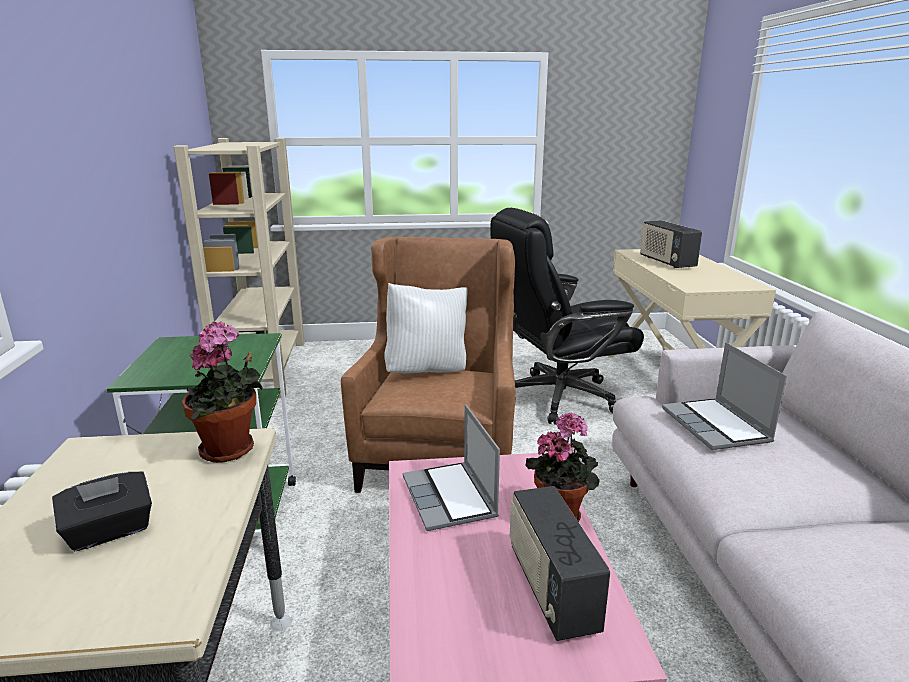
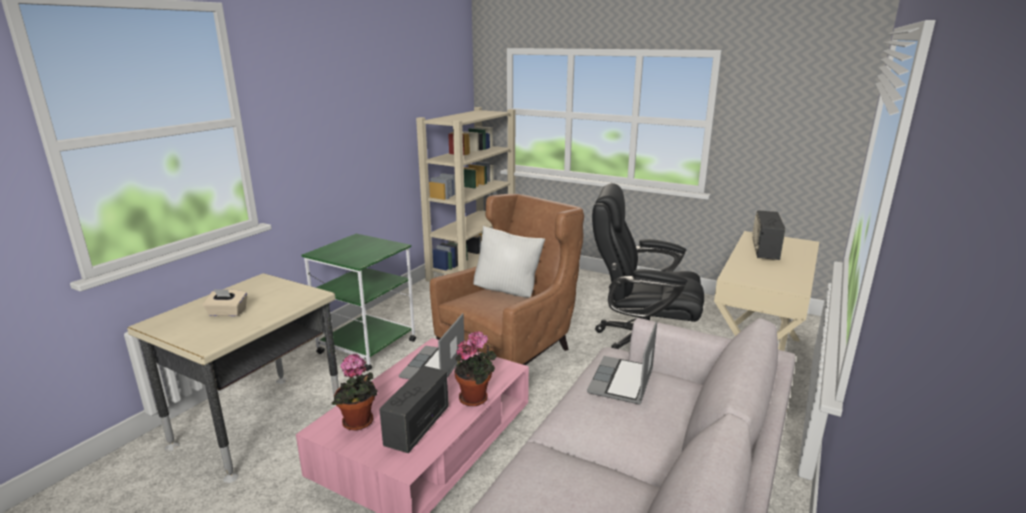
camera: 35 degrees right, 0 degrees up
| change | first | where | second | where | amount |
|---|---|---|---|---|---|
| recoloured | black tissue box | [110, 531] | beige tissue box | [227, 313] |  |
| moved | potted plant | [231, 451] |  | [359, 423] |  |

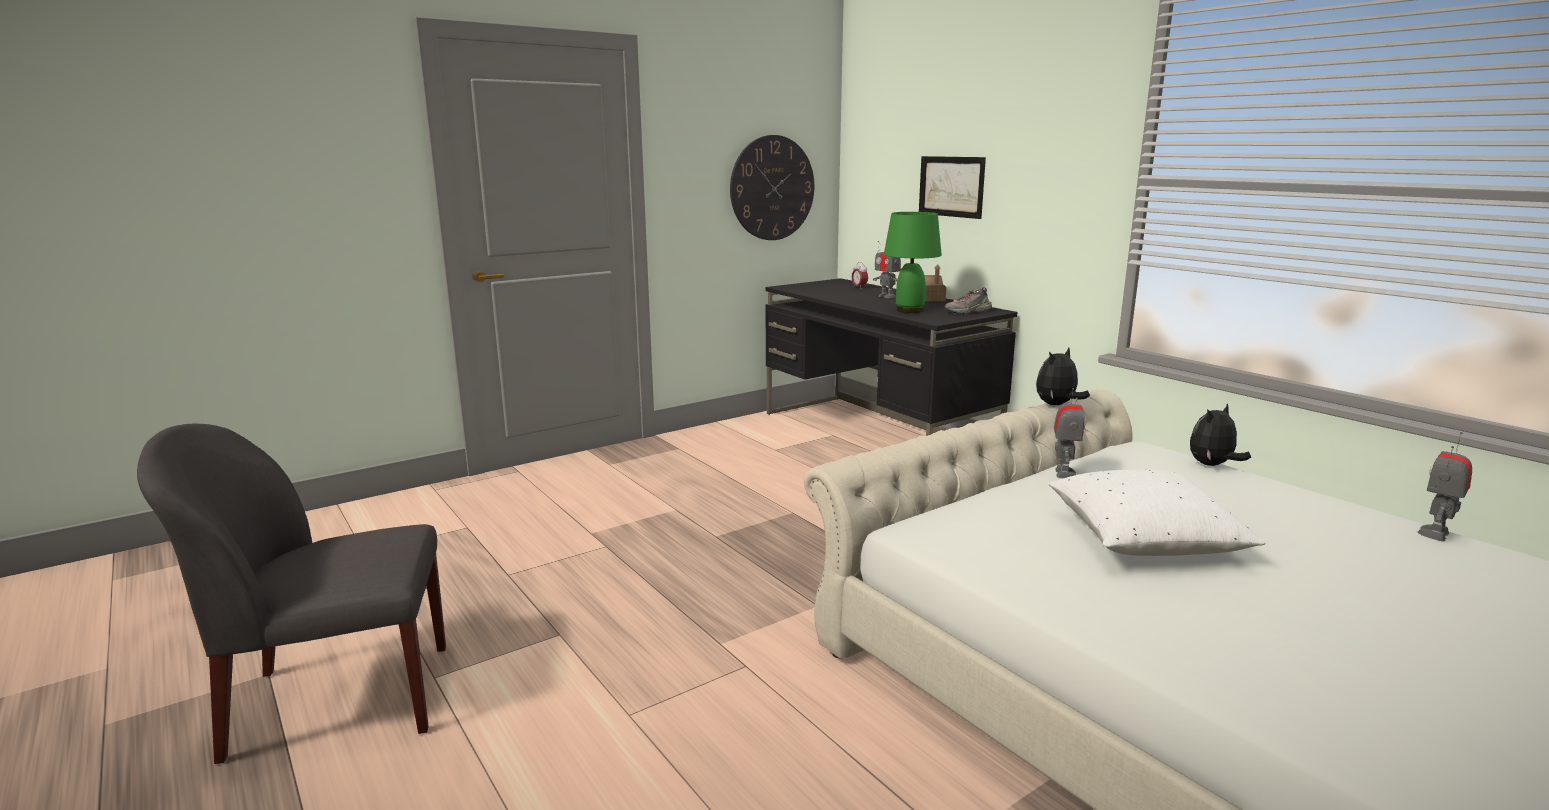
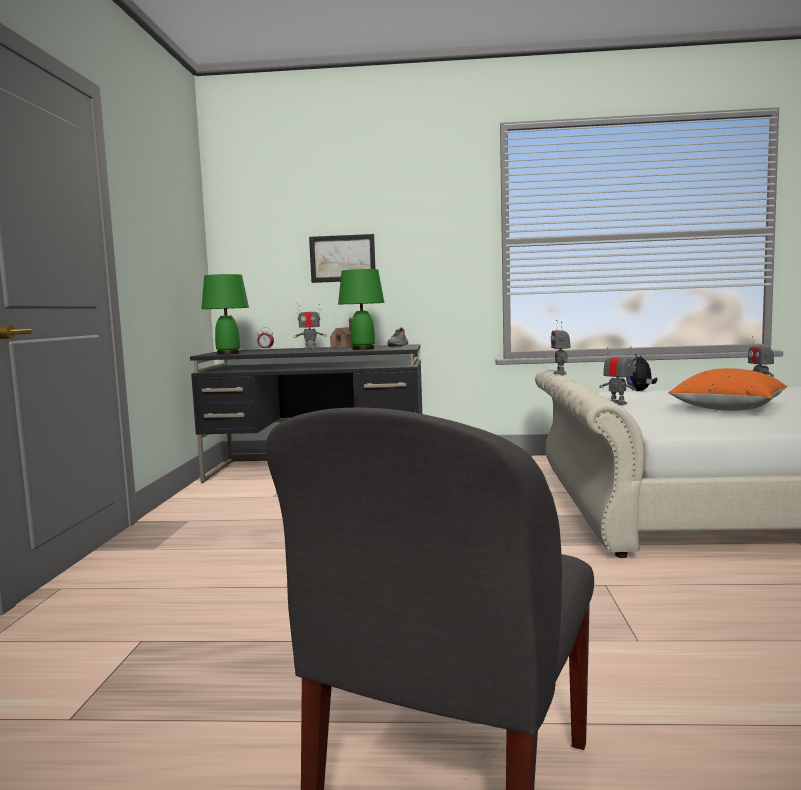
camera: 50 degrees left, 10 degrees down
| change | first | where | second | where | amount |
|---|---|---|---|---|---|
| removed | wall clock | [772, 188] |  |  |  |
| replaced | plush toy | [1057, 405] | toy robot | [560, 373] |  |
| recoloured | white pillow | [1143, 541] | orange pillow | [728, 409] |  |
| added |  |  | green table lamp | [228, 353] |  |

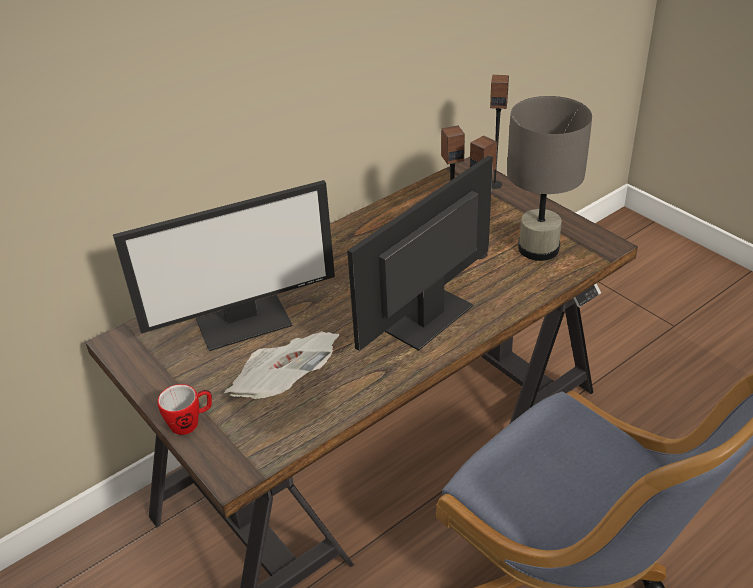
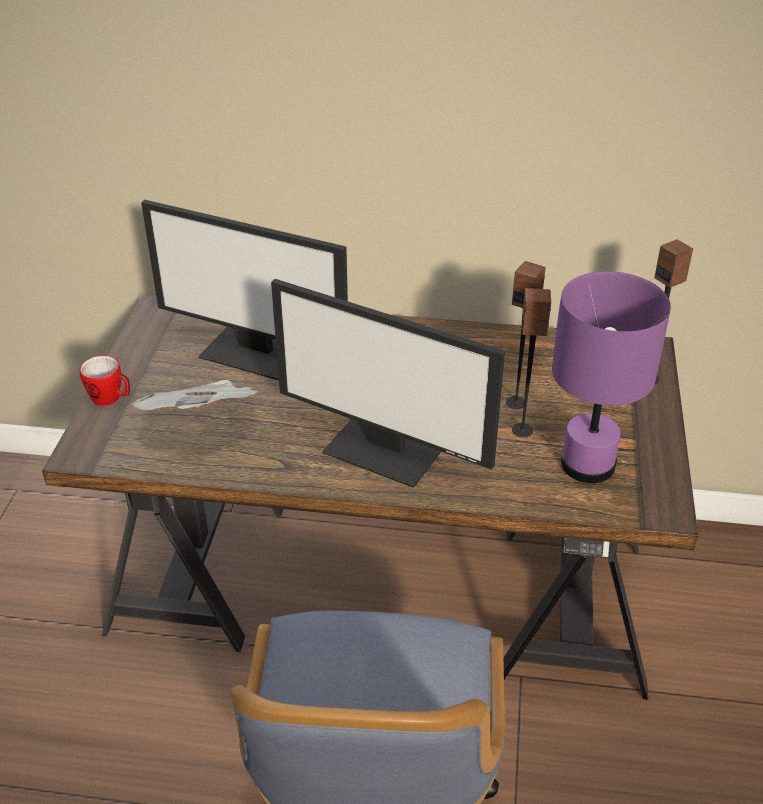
camera: 45 degrees right, 0 degrees up
| change | first | where | second | where | amount |
|---|---|---|---|---|---|
| turned | monitor | [426, 318] |  | [385, 450] | 150 degrees counterclockwise |
| recoloured | grey table lamp | [539, 249] | purple table lamp | [587, 465] |  |

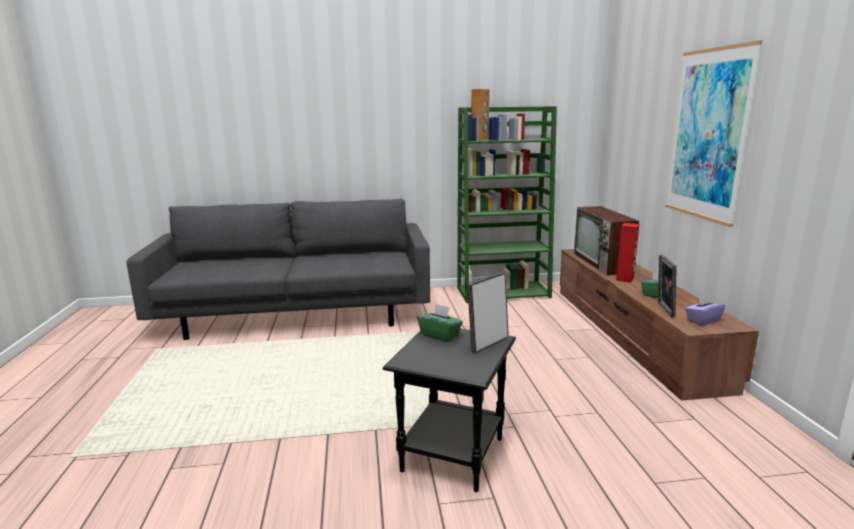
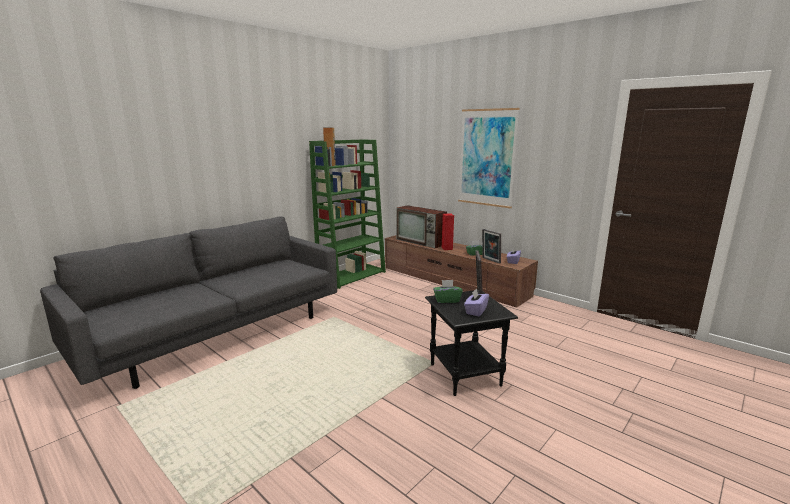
camera: 40 degrees left, 0 degrees up
| change | first | where | second | where | amount |
|---|---|---|---|---|---|
| added |  |  | purple tissue box | [475, 311] |  |

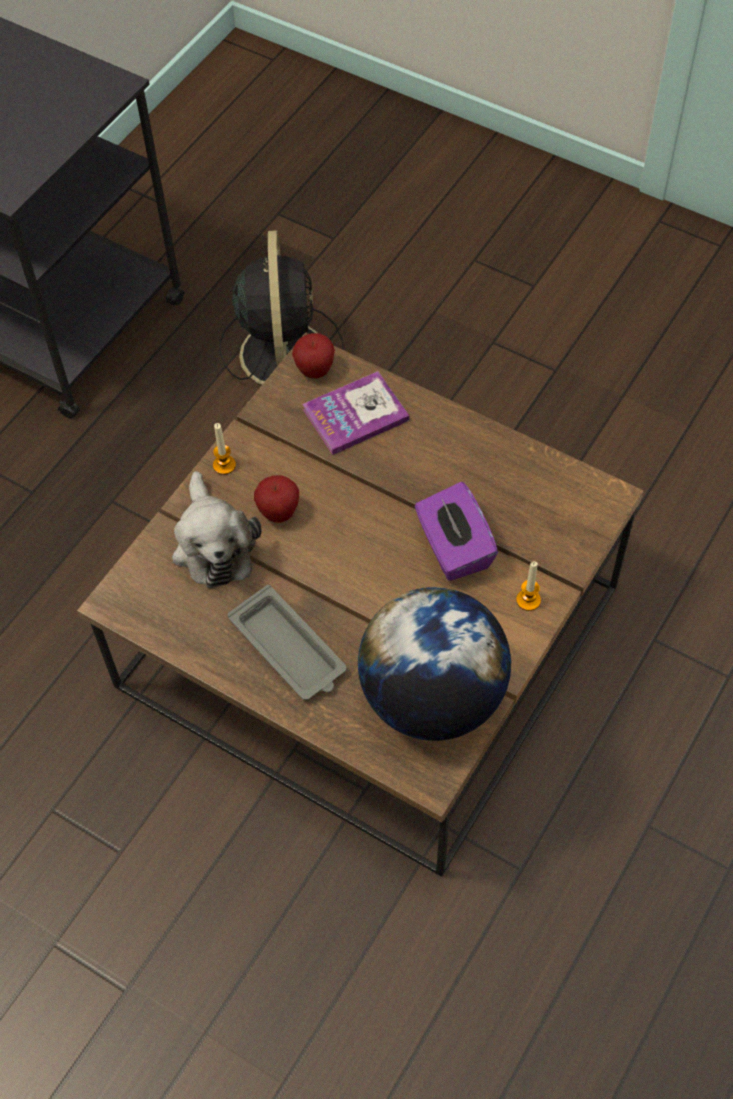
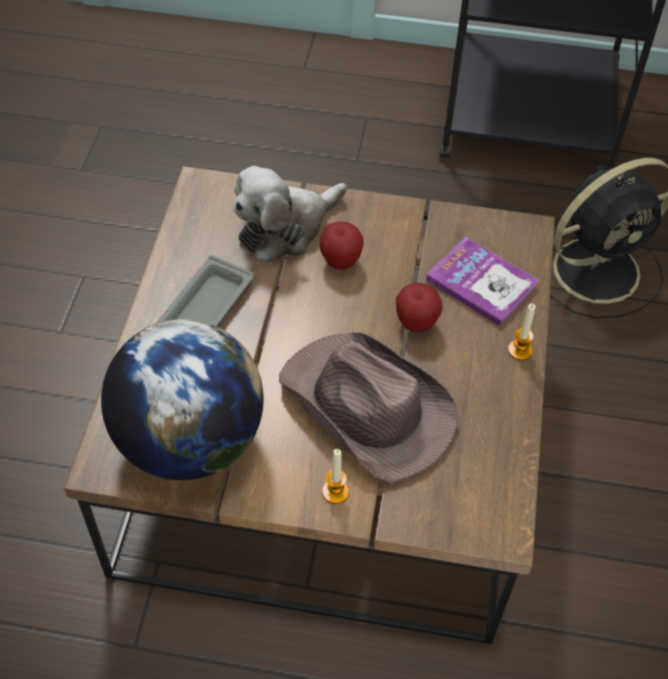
camera: 65 degrees right, 5 degrees down
| change | first | where | second | where | amount |
|---|---|---|---|---|---|
| moved | candle | [224, 465] |  | [520, 350] |  |
| moved | apple | [315, 371] |  | [416, 324] |  |
| replaced | purple tissue box | [453, 548] | brown hat | [367, 408] |  |

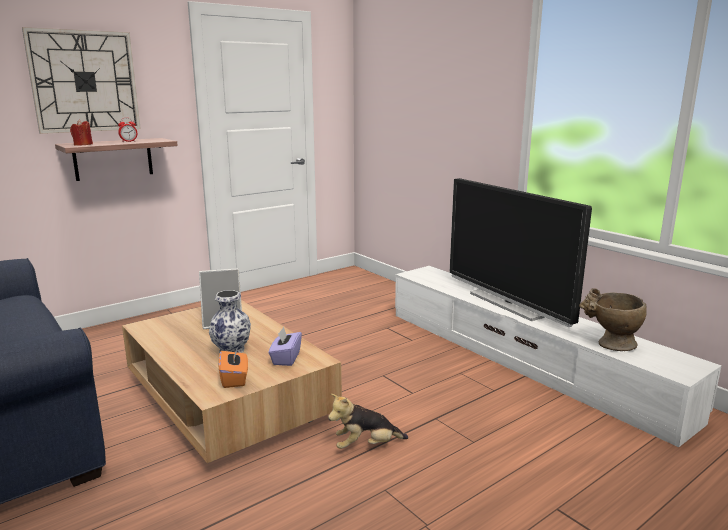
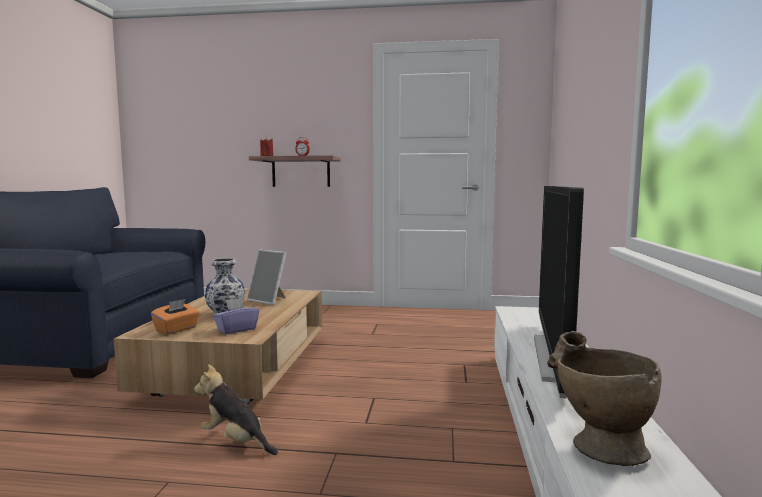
camera: 45 degrees right, 10 degrees down
| change | first | where | second | where | amount |
|---|---|---|---|---|---|
| removed | wall clock | [84, 81] |  |  |  |

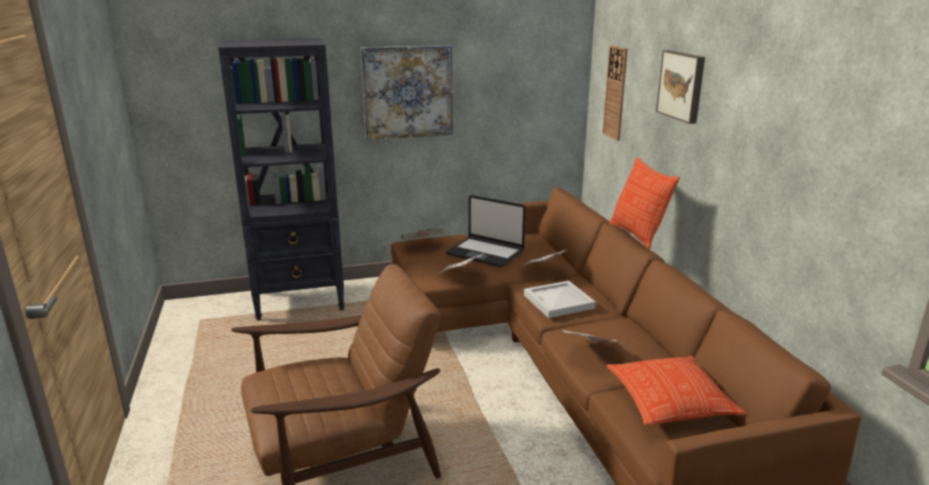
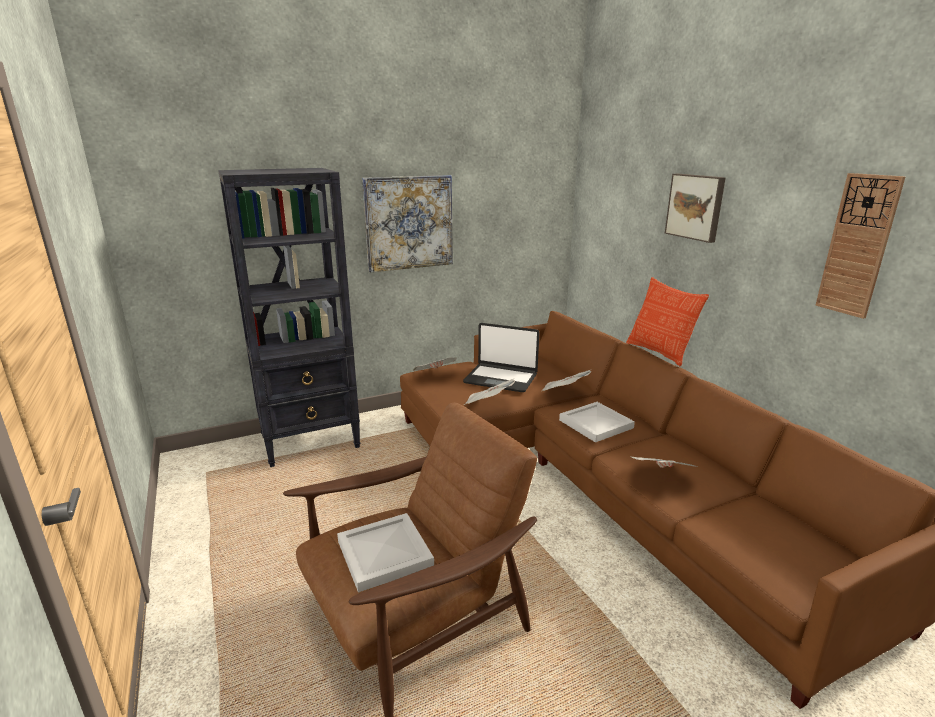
camera: 10 degrees left, 0 degrees up
| change | first | where | second | where | amount |
|---|---|---|---|---|---|
| moved | wall clock | [615, 93] |  | [858, 246] |  |
| removed | orange pillow | [669, 404] |  |  |  |
| added |  |  | white tray | [384, 555] |  |

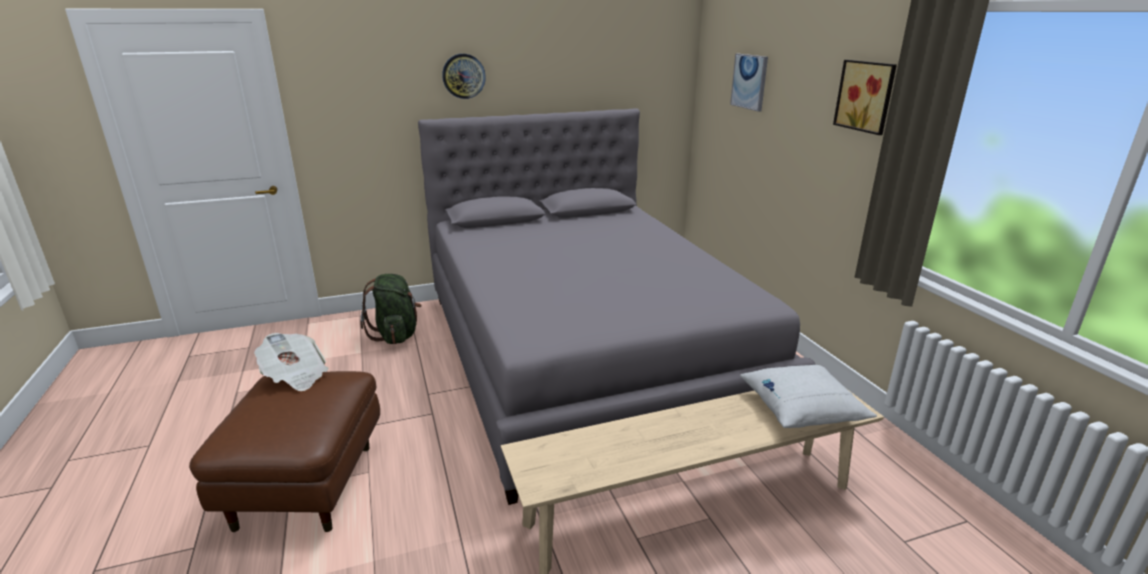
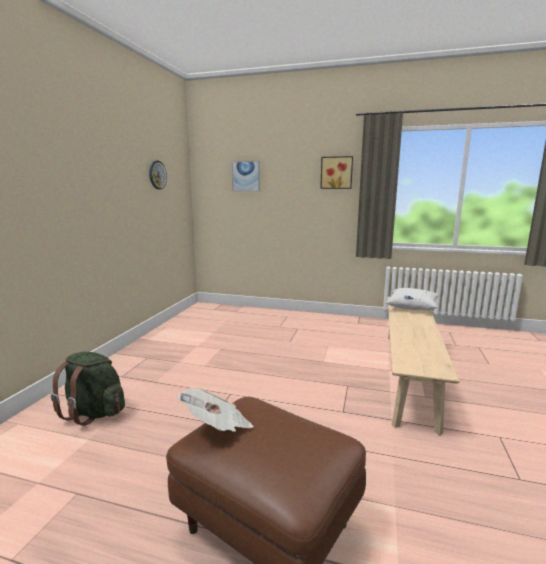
camera: 55 degrees left, 10 degrees down
| change | first | where | second | where | amount |
|---|---|---|---|---|---|
| removed | grey bed | [585, 355] |  |  |  |
| moved | wall clock | [463, 76] |  | [157, 175] |  |

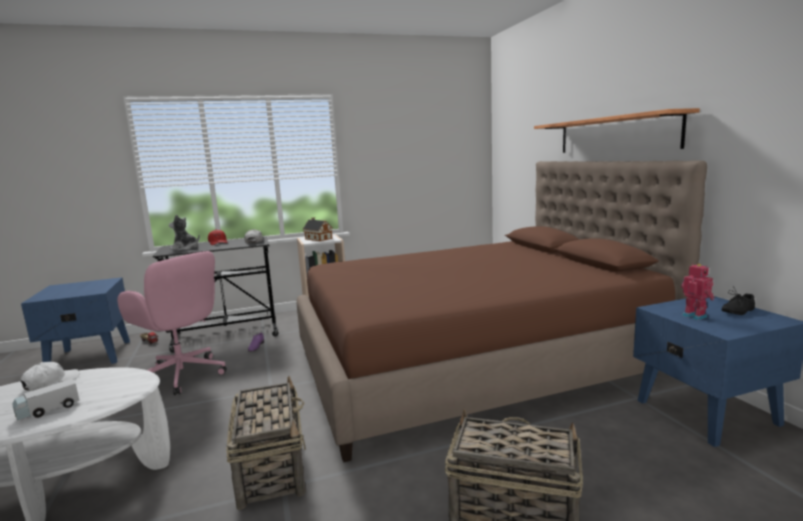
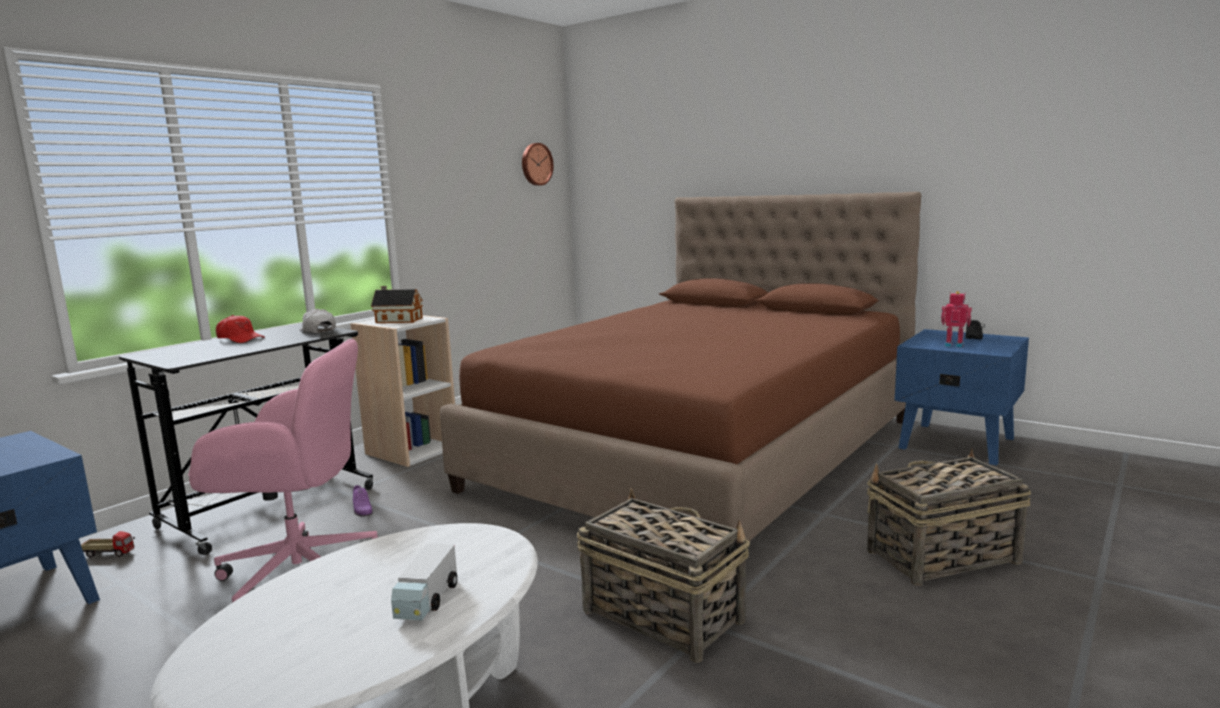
camera: 35 degrees left, 0 degrees up
| change | first | where | second | where | amount |
|---|---|---|---|---|---|
| removed | white cap | [51, 382] |  |  |  |
| removed | plush toy | [185, 248] |  |  |  |
| removed | shelf | [615, 134] |  |  |  |
| added |  |  | wall clock | [536, 164] |  |

